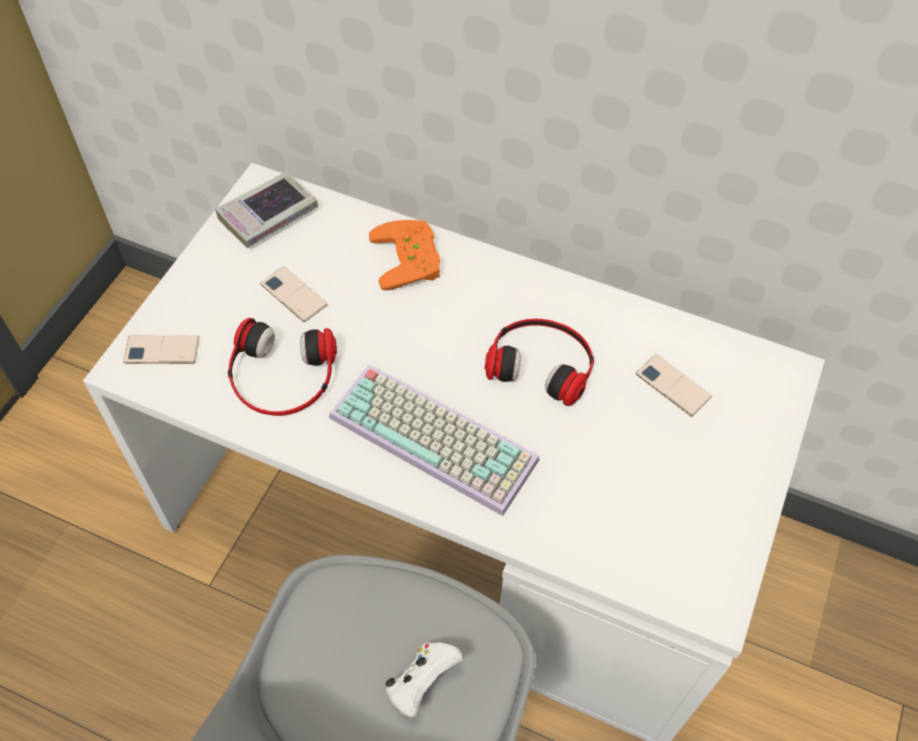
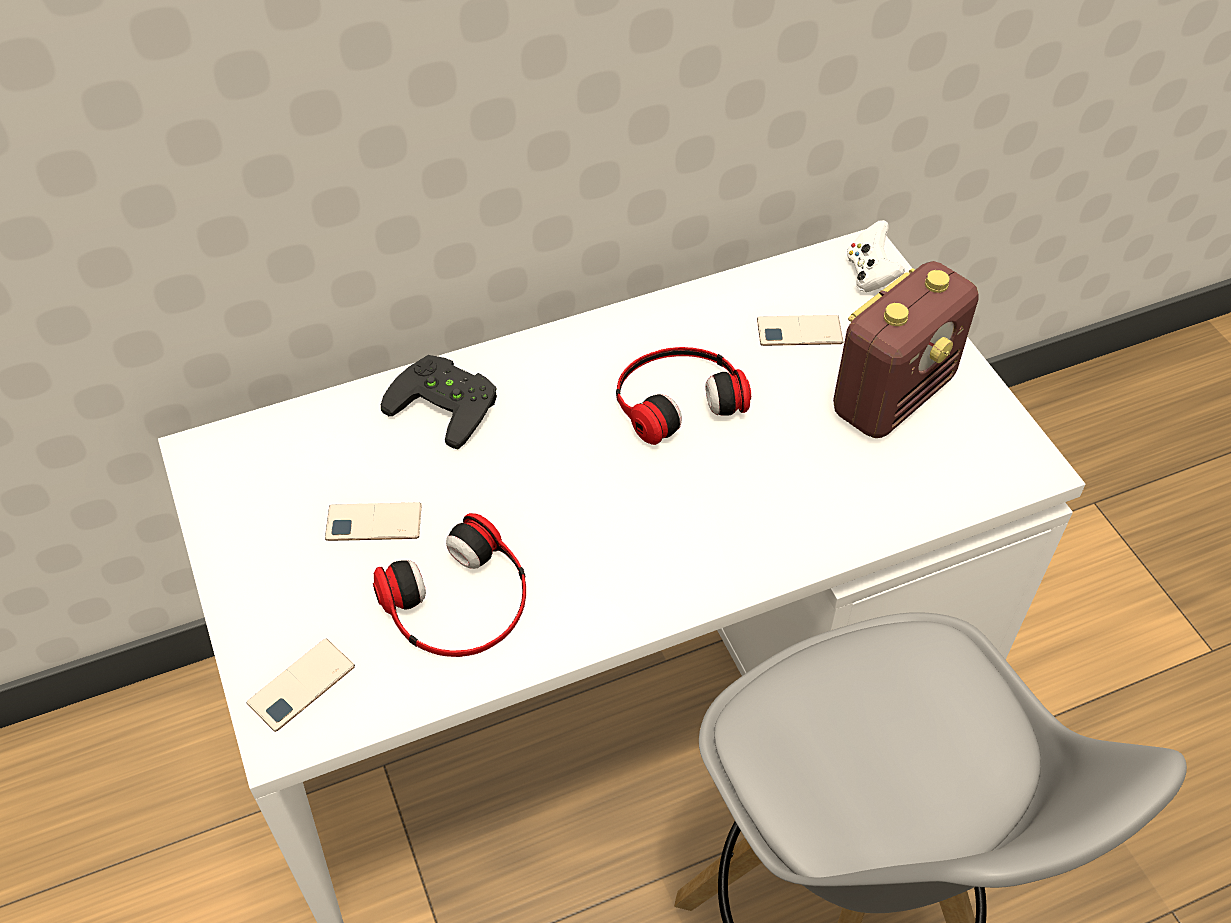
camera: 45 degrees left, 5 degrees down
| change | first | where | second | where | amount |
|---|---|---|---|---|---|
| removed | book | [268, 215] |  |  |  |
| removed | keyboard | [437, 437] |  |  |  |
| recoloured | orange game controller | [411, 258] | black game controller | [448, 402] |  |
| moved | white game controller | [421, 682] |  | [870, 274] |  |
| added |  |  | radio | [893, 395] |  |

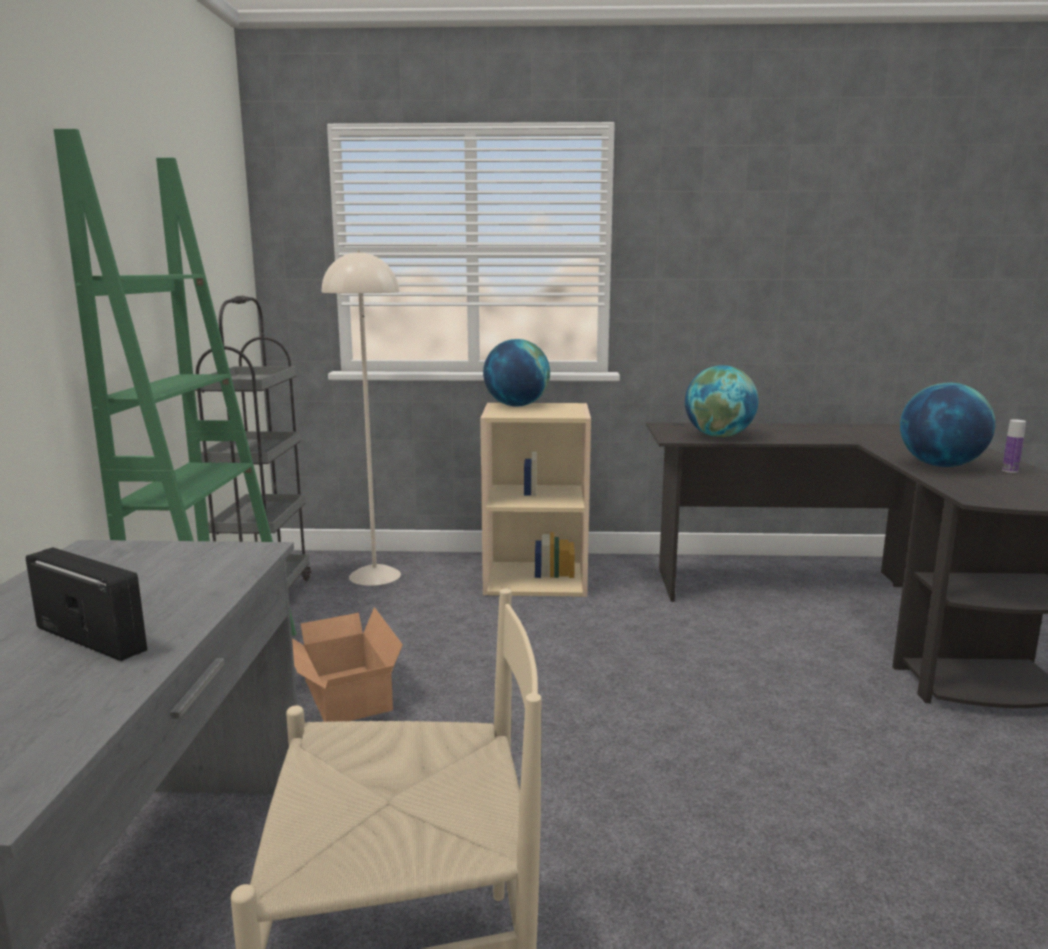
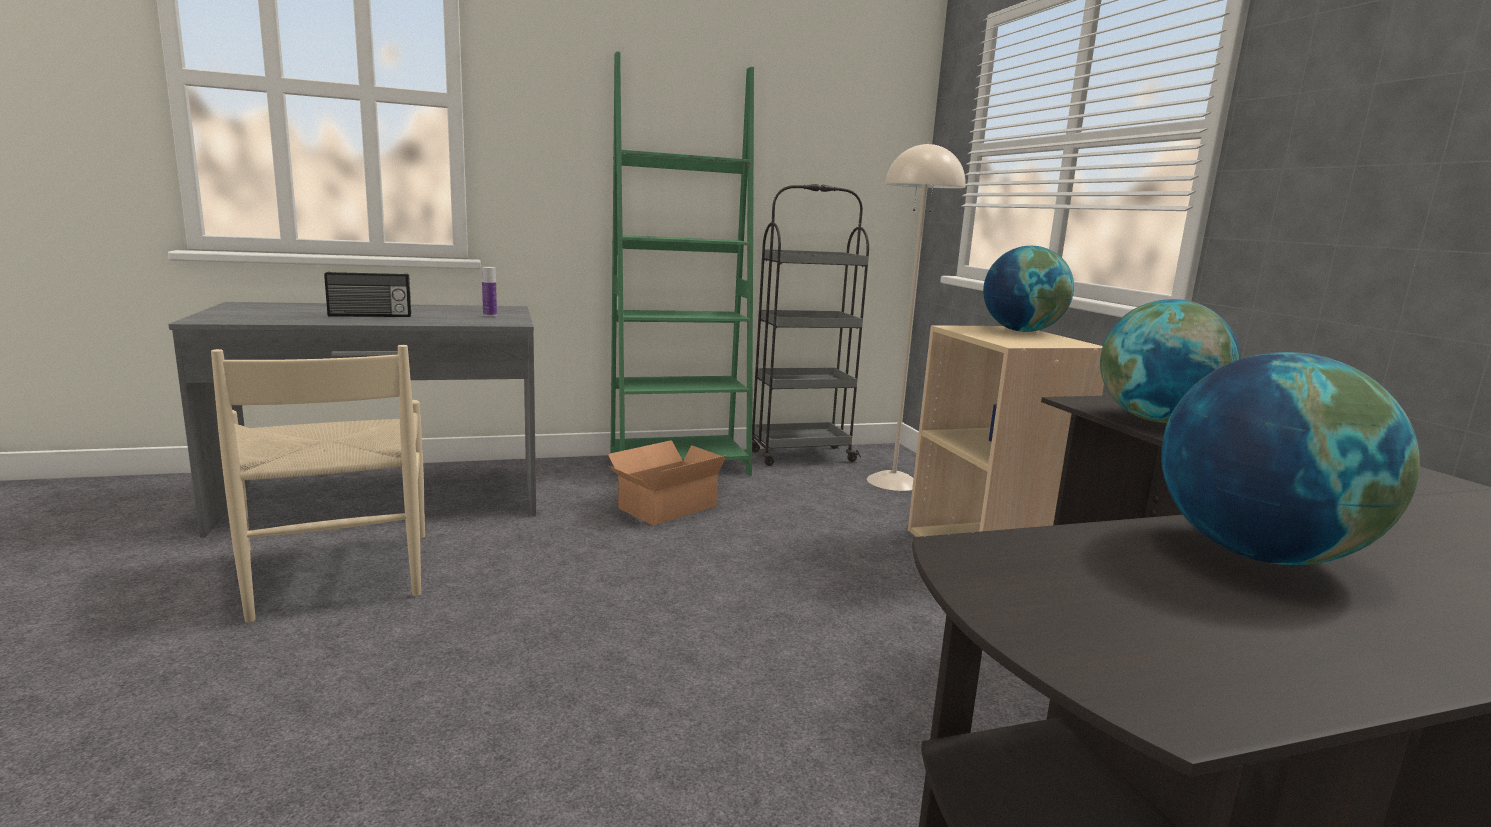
camera: 70 degrees right, 0 degrees up
| change | first | where | second | where | amount |
|---|---|---|---|---|---|
| turned | radio | [93, 637] |  | [370, 315] | 60 degrees clockwise |
| moved | bottle | [1009, 471] |  | [490, 315] |  |

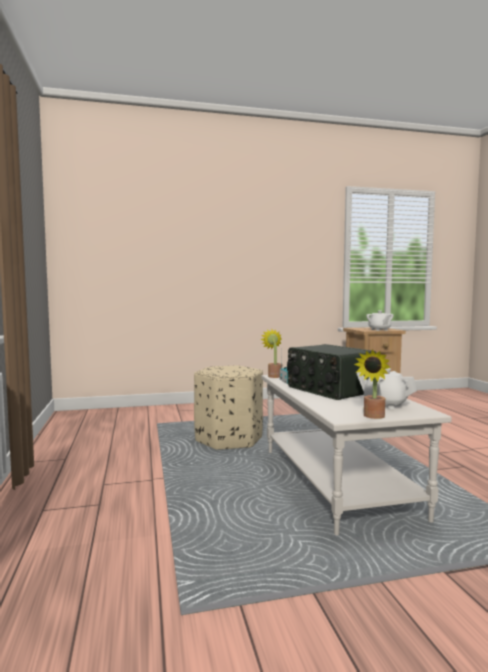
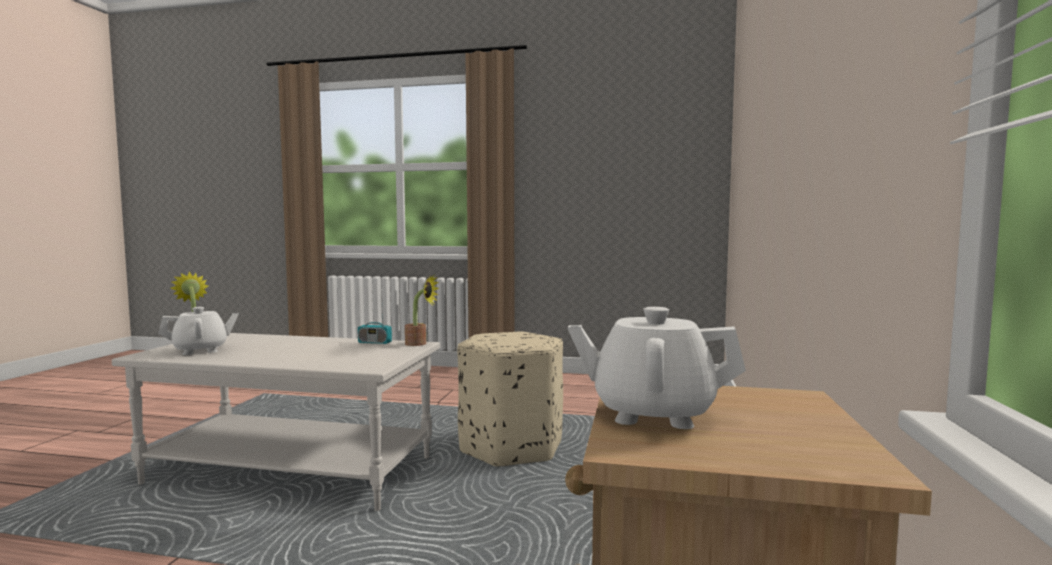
camera: 115 degrees right, 0 degrees up
| change | first | where | second | where | amount |
|---|---|---|---|---|---|
| removed | radio | [329, 390] |  |  |  |

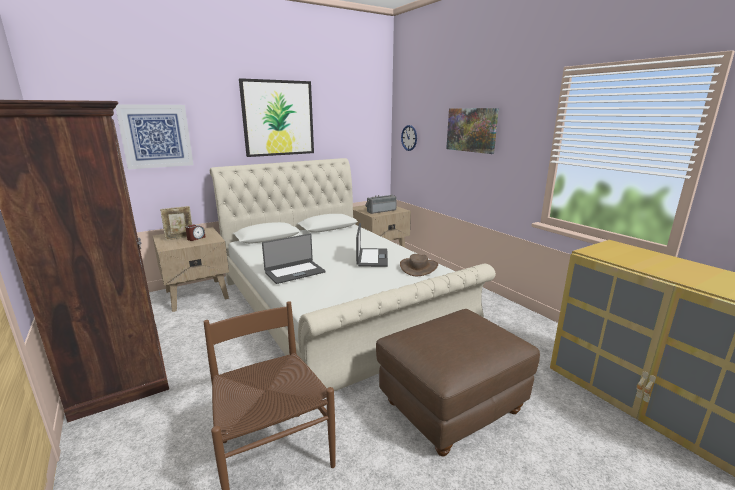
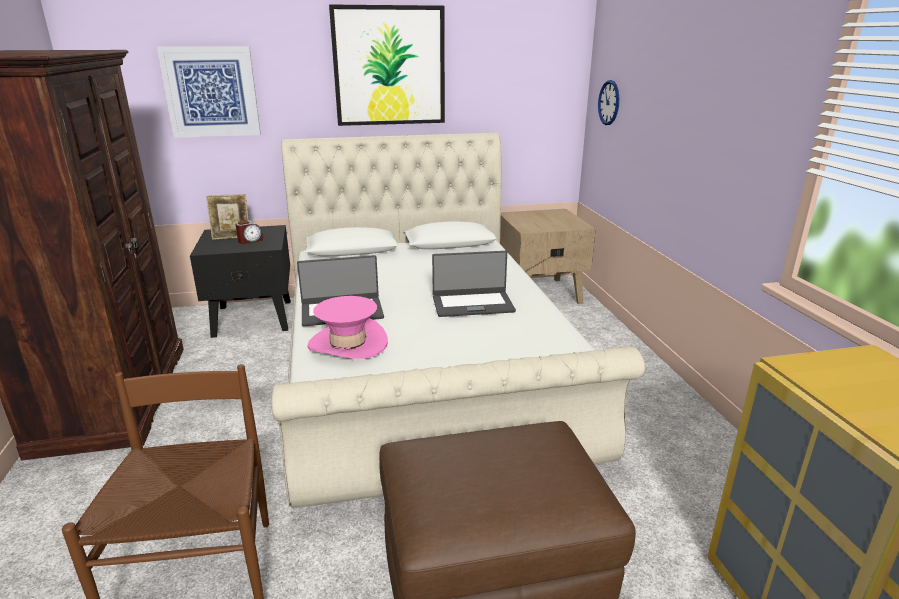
camera: 20 degrees right, 5 degrees up
| change | first | where | second | where | amount |
|---|---|---|---|---|---|
| recoloured | beige nightstand | [197, 294] | black nightstand | [254, 318] |  |
| turned | laptop | [371, 258] |  | [472, 304] | 60 degrees clockwise |
| removed | radio | [380, 211] |  |  |  |
| removed | brown hat | [419, 267] |  |  |  |
| removed | picture | [471, 130] |  |  |  |
| added |  |  | pink hat | [348, 343] |  |

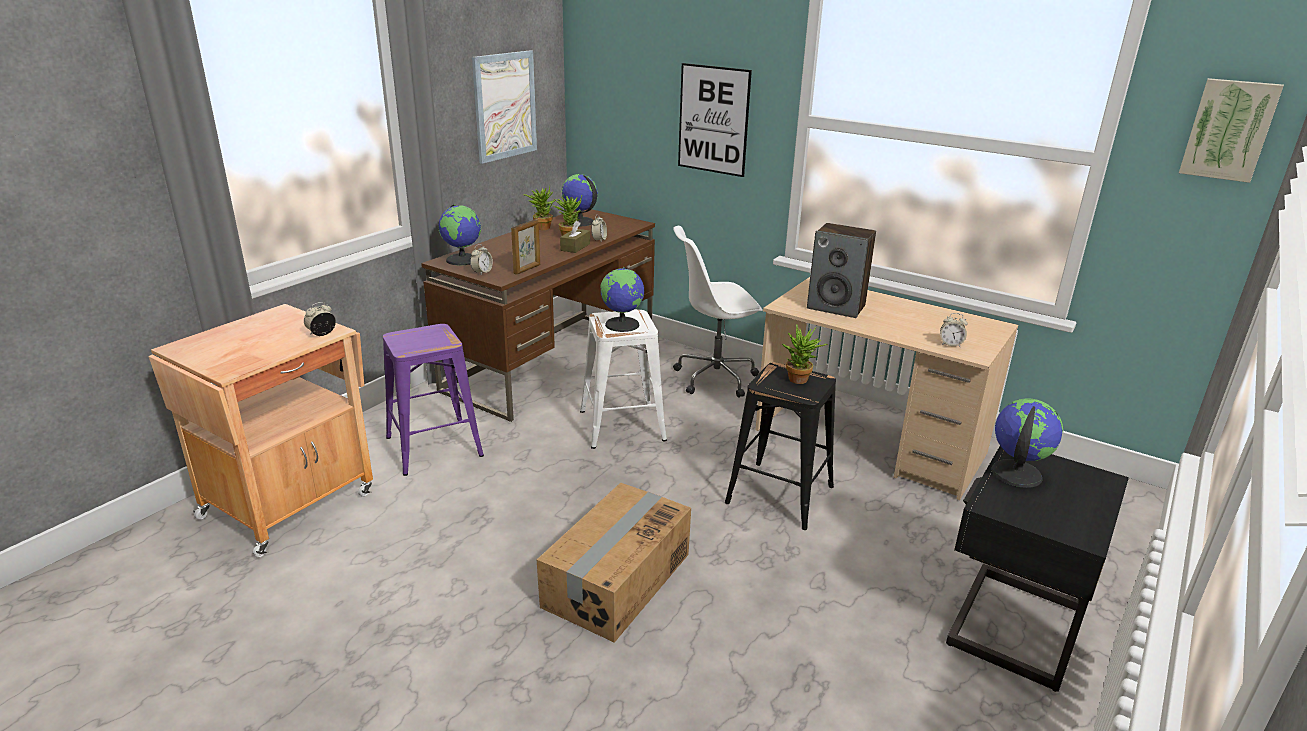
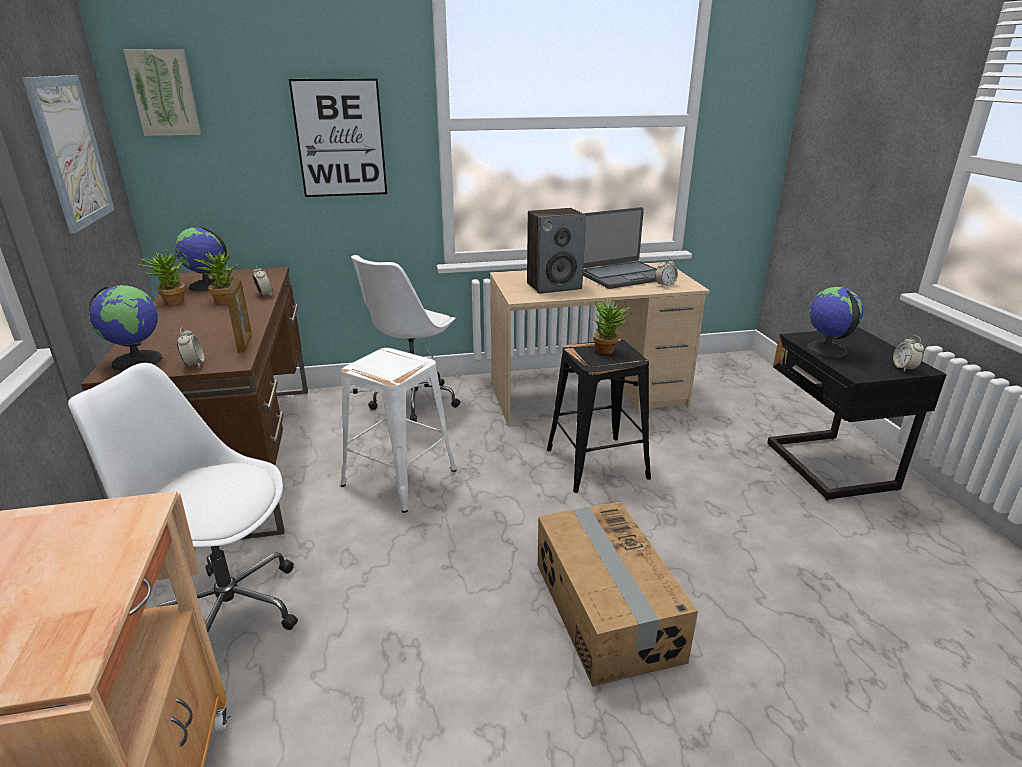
camera: 45 degrees left, 0 degrees up
| change | first | where | second | where | amount |
|---|---|---|---|---|---|
| moved | alarm clock | [322, 334] |  | [904, 368] |  |
| replaced | purple stool | [434, 445] | white office chair | [228, 611] |  |
| removed | brown tissue box | [575, 247] |  |  |  |
| removed | globe | [623, 324] |  |  |  |
| moved | picture | [1229, 129] |  | [164, 93] |  |
| added |  |  | laptop | [623, 276] |  |

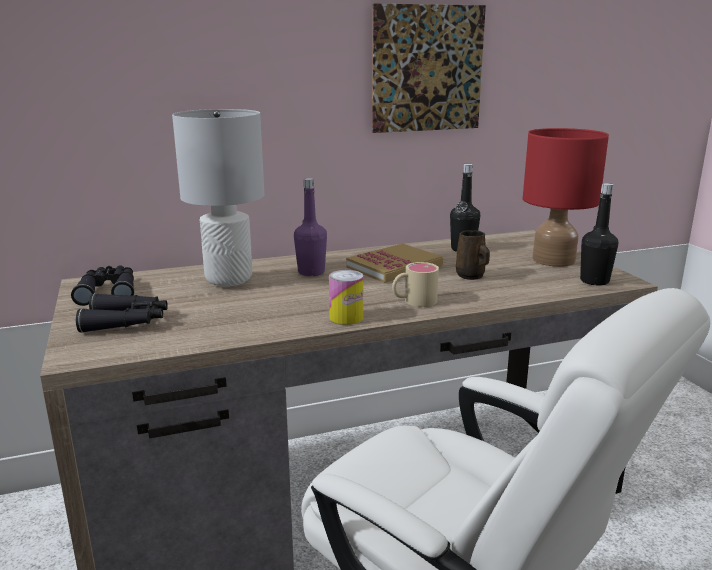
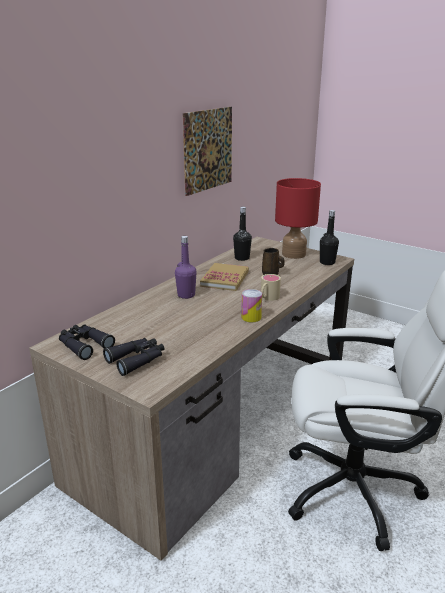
camera: 35 degrees left, 5 degrees up
| change | first | where | second | where | amount |
|---|---|---|---|---|---|
| removed | grey table lamp | [229, 282] |  |  |  |

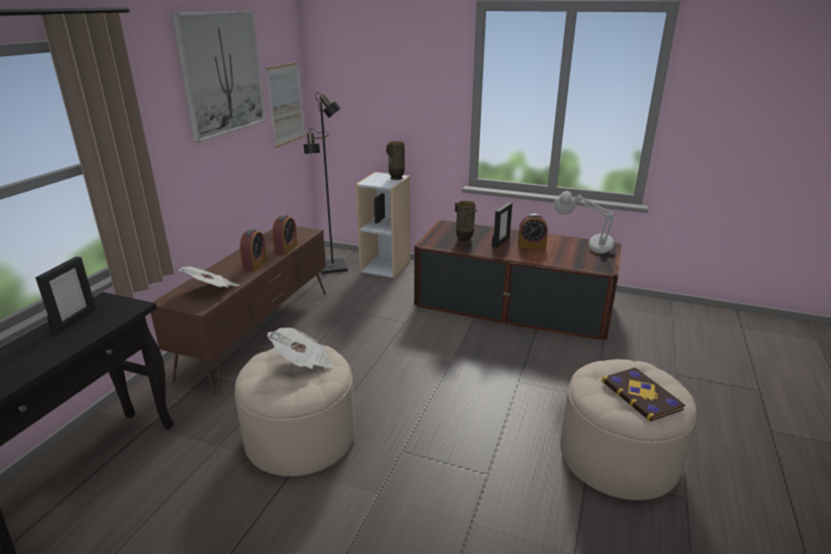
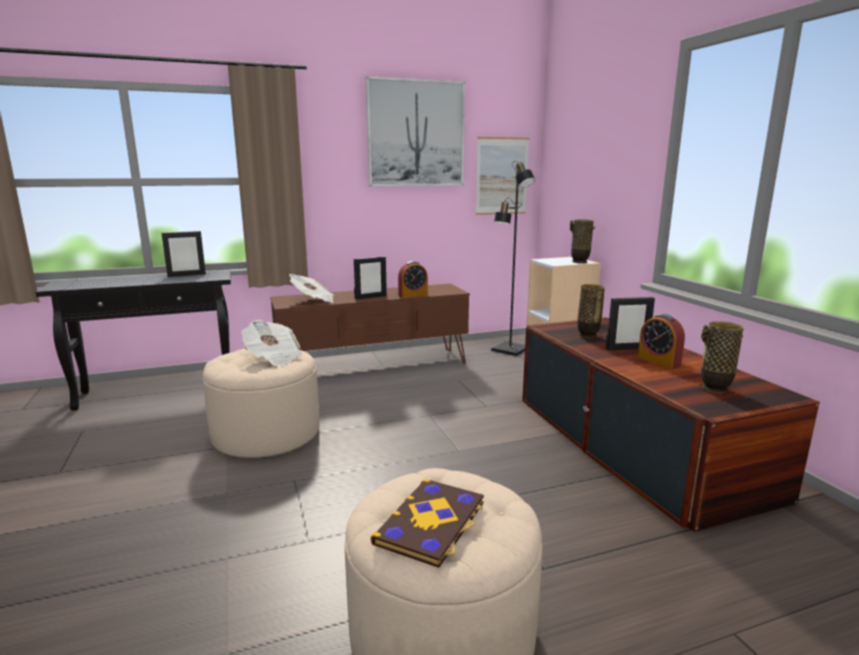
camera: 50 degrees right, 10 degrees down
| change | first | where | second | where | amount |
|---|---|---|---|---|---|
| replaced | alarm clock | [255, 264] | picture frame | [370, 297] |  |
| replaced | grey table lamp | [583, 254] | vase | [714, 389] |  |

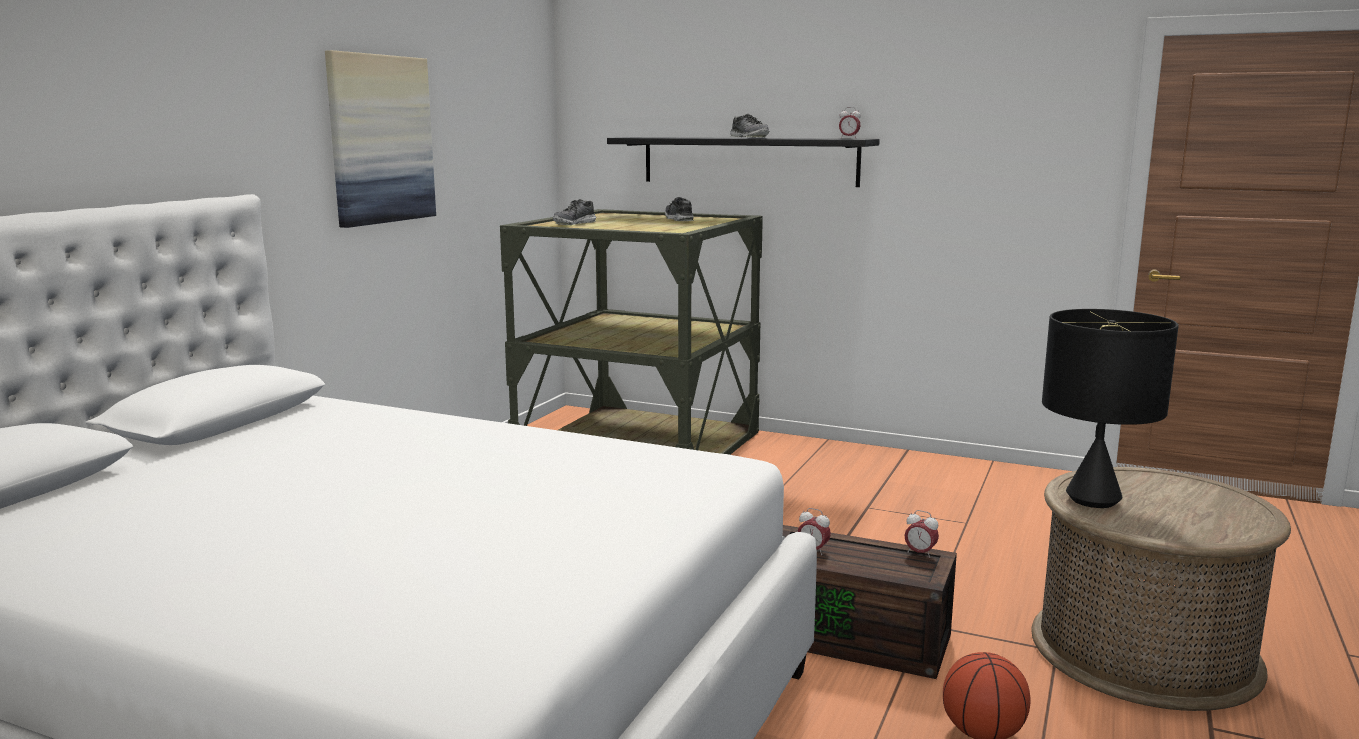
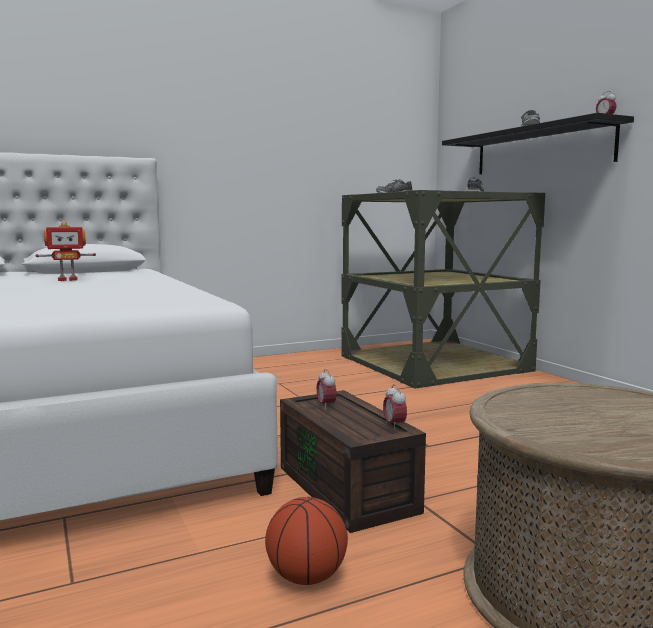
camera: 40 degrees right, 5 degrees down
| change | first | where | second | where | amount |
|---|---|---|---|---|---|
| removed | picture | [380, 139] |  |  |  |
| removed | black table lamp | [1093, 500] |  |  |  |
| added |  |  | toy robot | [67, 280] |  |

